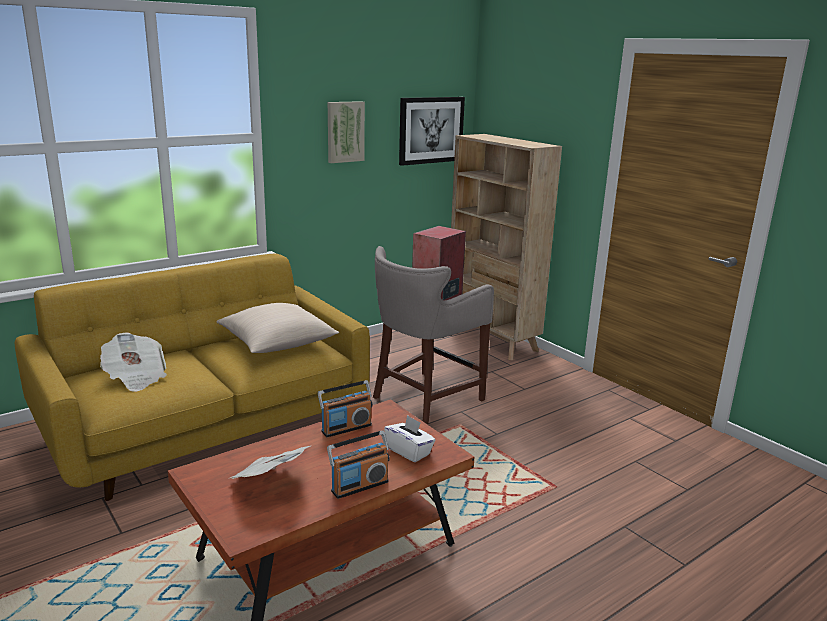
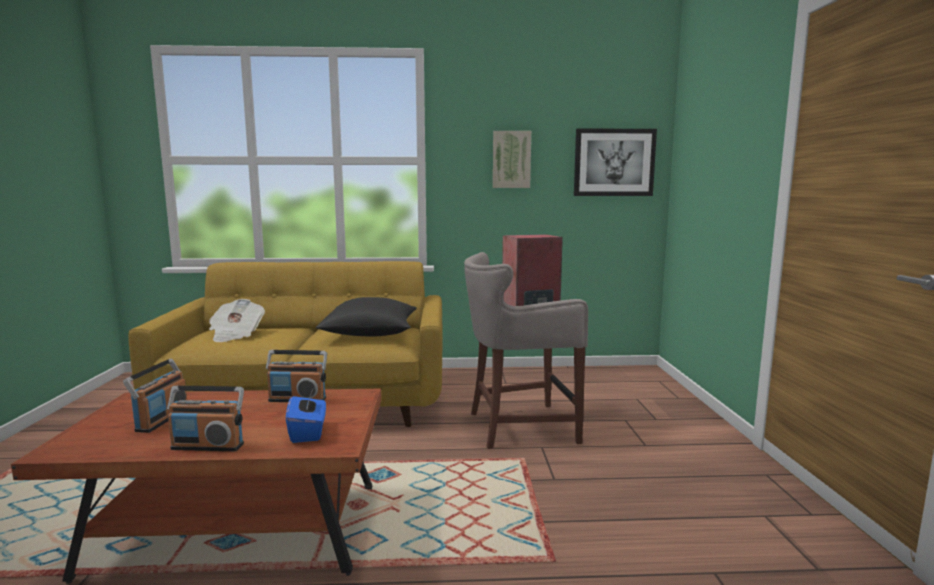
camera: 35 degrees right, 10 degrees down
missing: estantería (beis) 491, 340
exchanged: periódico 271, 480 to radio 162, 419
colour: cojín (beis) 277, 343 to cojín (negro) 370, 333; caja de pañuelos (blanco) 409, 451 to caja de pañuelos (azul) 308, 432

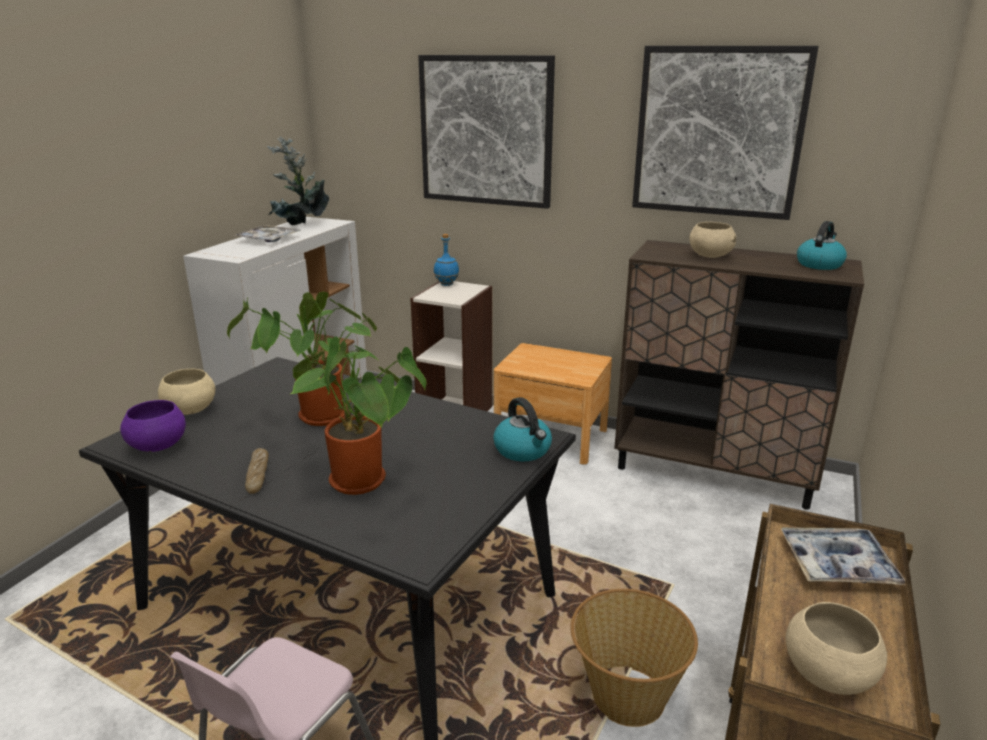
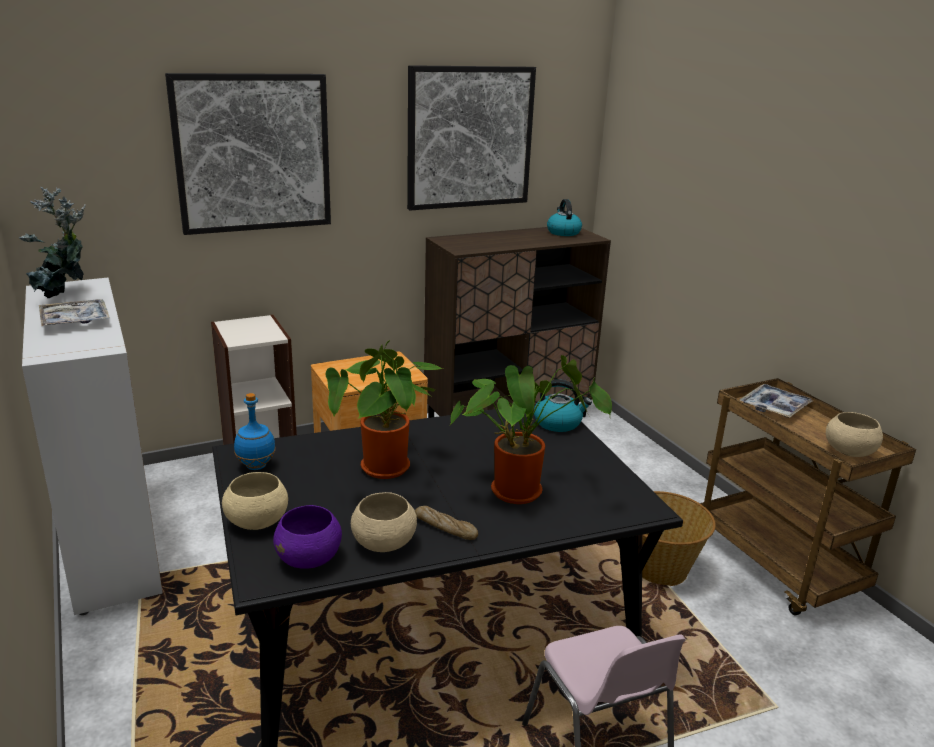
camera: 50 degrees left, 0 degrees up
relocated: botella (azul) 447, 284 to 257, 466; cuenco (beis) 710, 256 to 383, 543

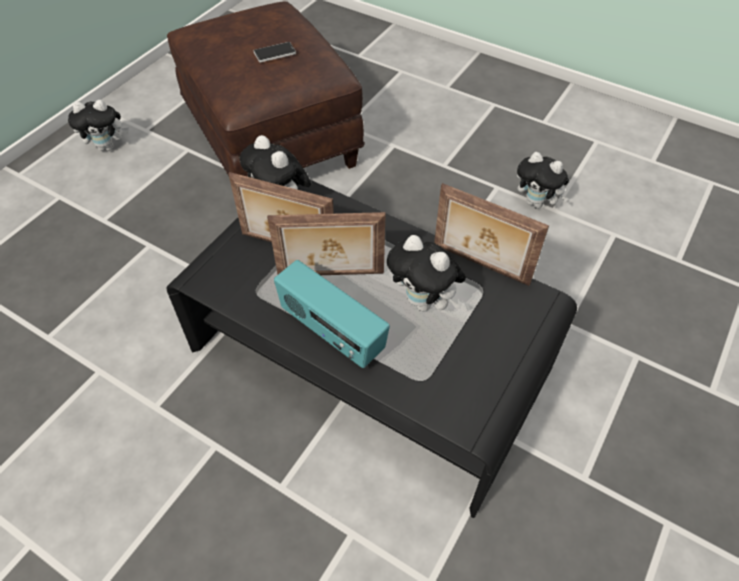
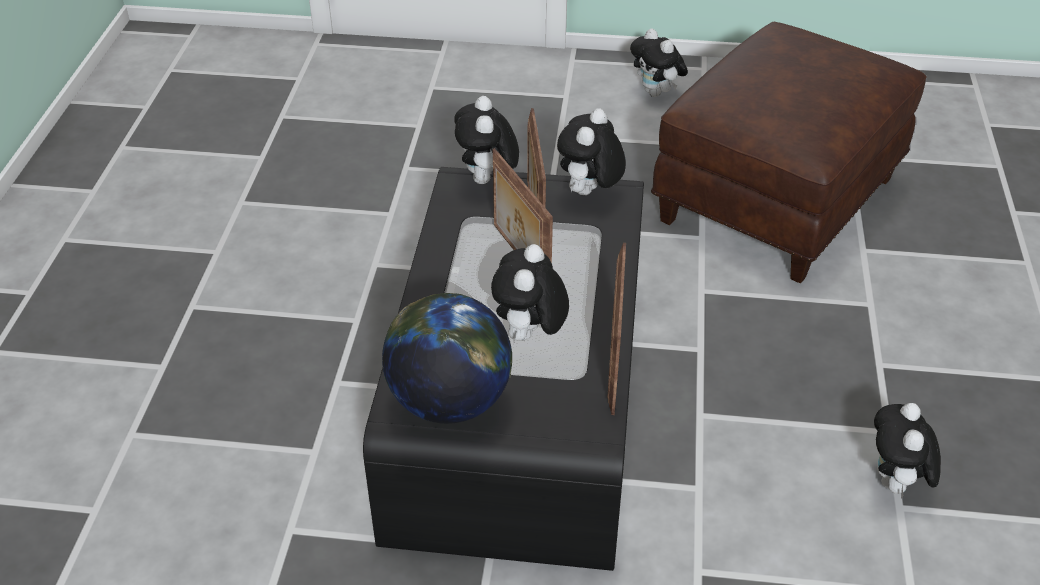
camera: 65 degrees right, 10 degrees down
missing: móvil 275, 53; radio 331, 332
appeared: globo terráqueo 450, 402; peluche 487, 180

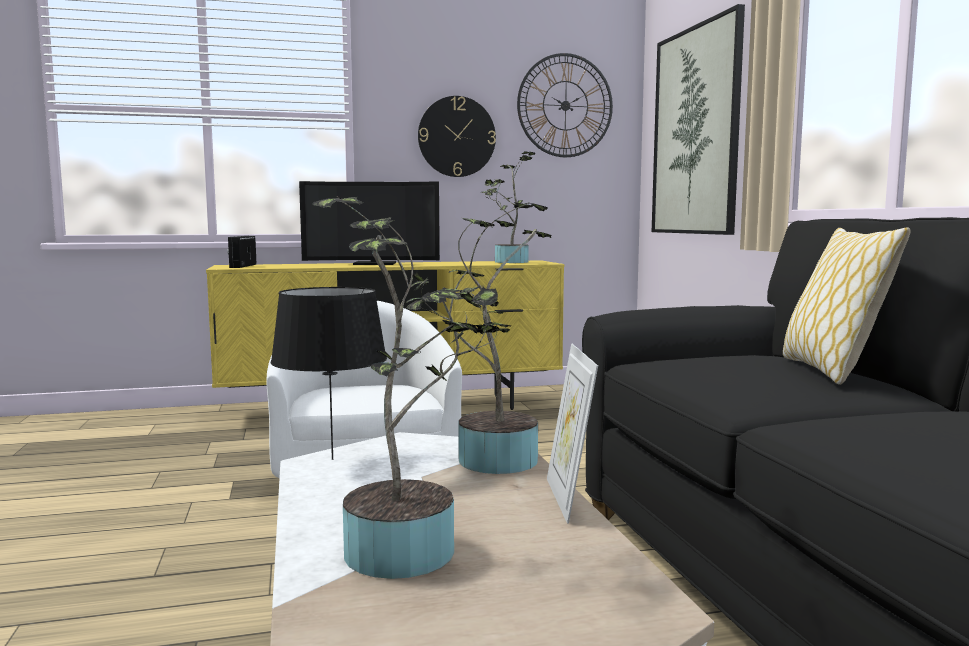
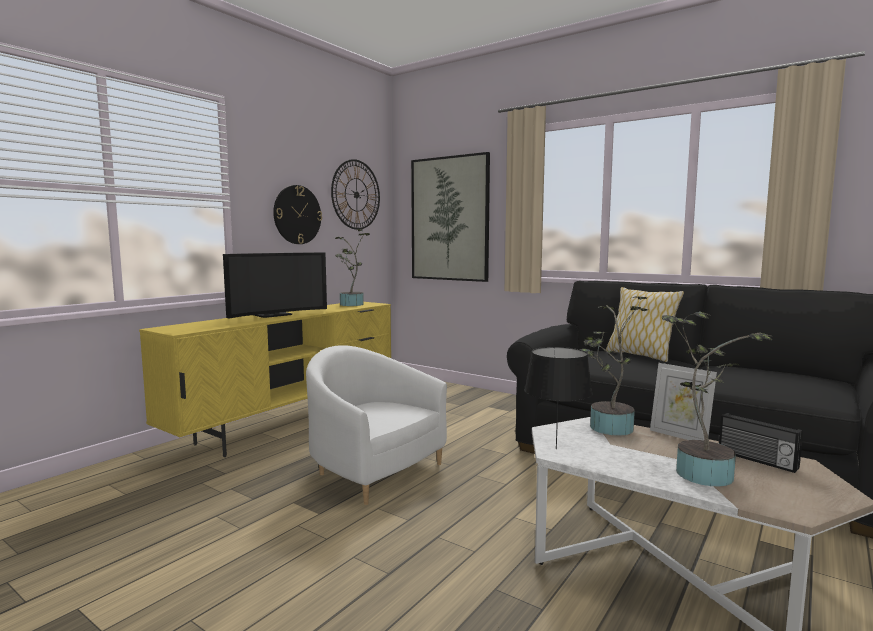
camera: 40 degrees left, 0 degrees up
relocated: radio 242, 266 to 756, 460

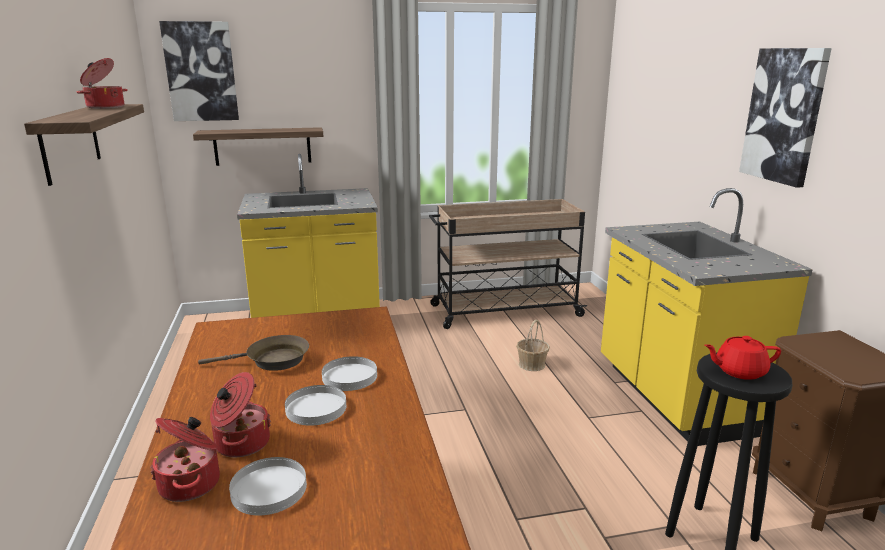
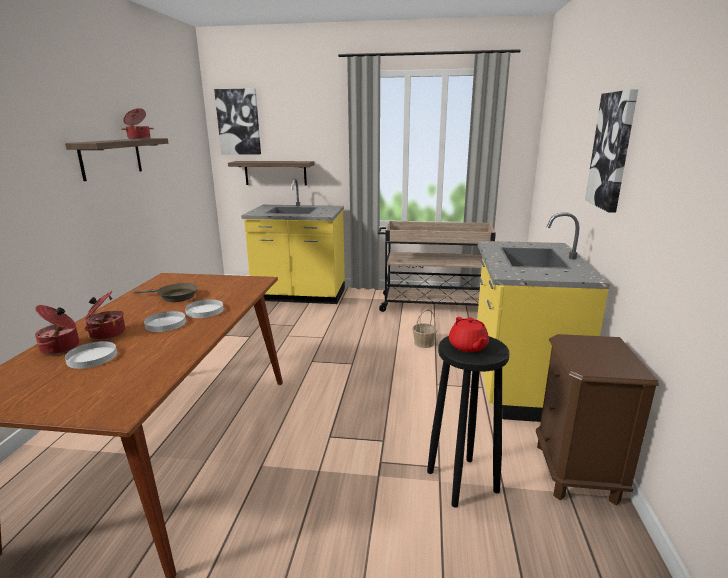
camera: 20 degrees right, 0 degrees up
spun: tetera (rojo) 739, 371 = 468, 347 120 degrees counterclockwise

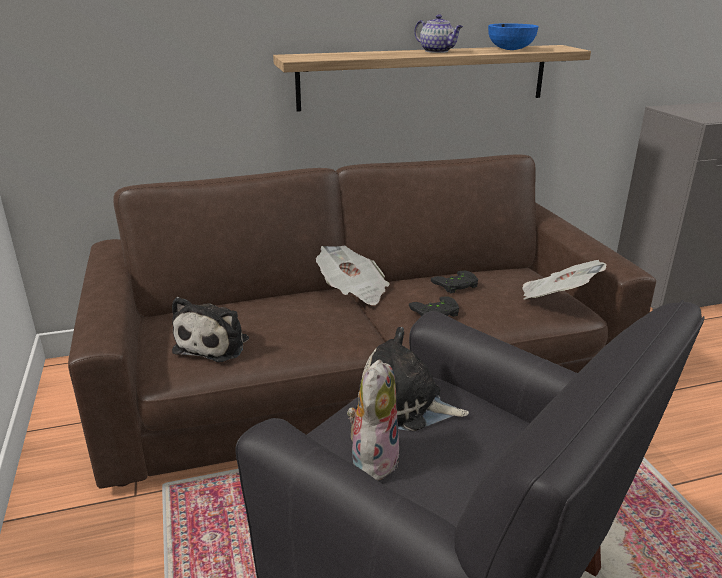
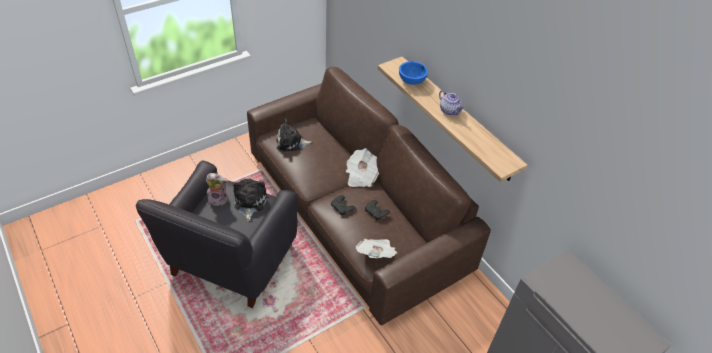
camera: 70 degrees right, 20 degrees up
relocated: cuenco (azul) 511, 49 to 412, 80
spun: tetera 437, 51 = 449, 111 60 degrees counterclockwise

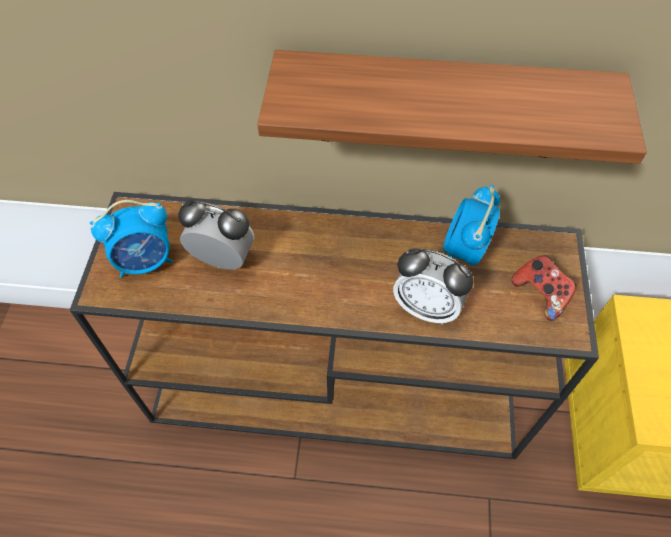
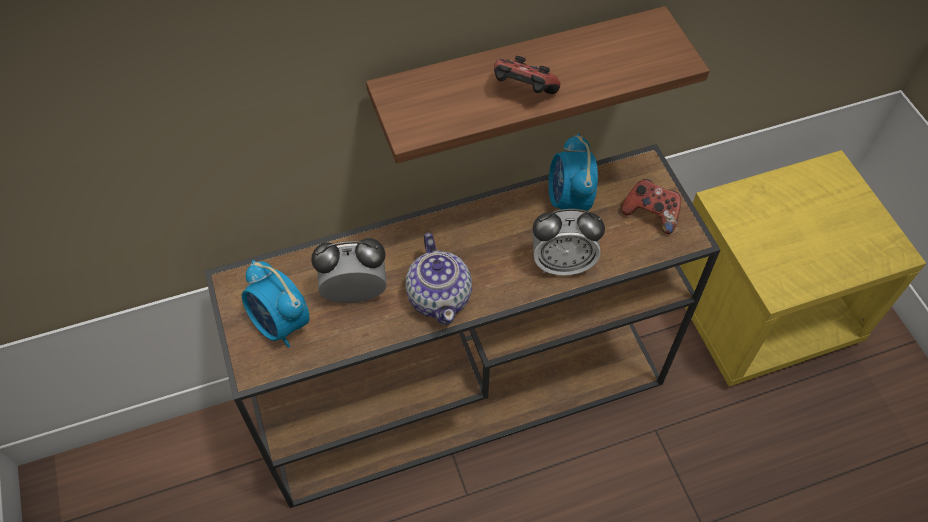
camera: 25 degrees left, 0 degrees up
appeared: tetera 440, 296; mando de consola 523, 92
spun: despertador 146, 261 = 281, 324 90 degrees clockwise

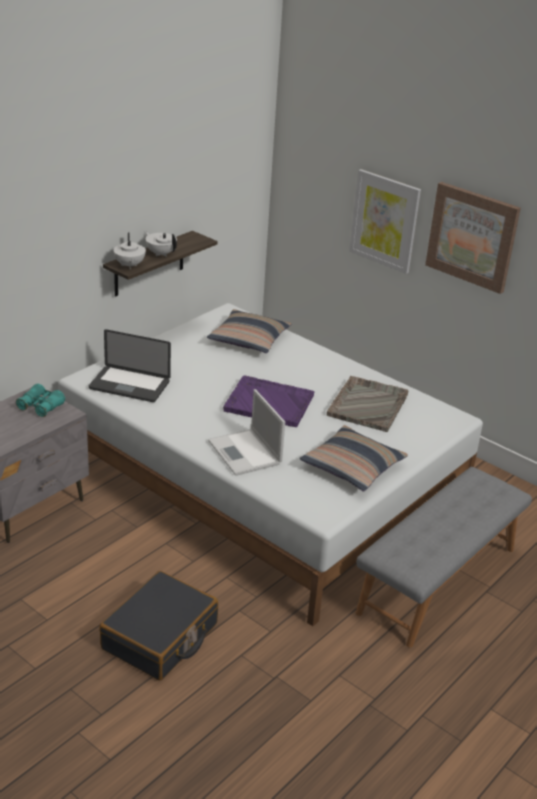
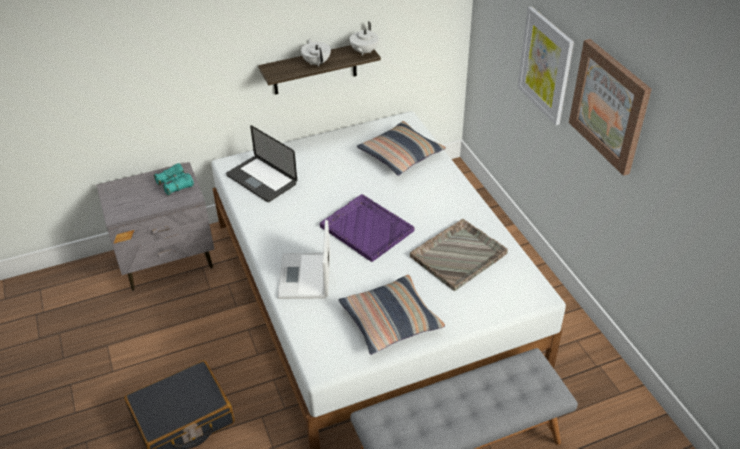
camera: 30 degrees right, 10 degrees up
relocated: tetera (blanco) 129, 265 to 363, 52

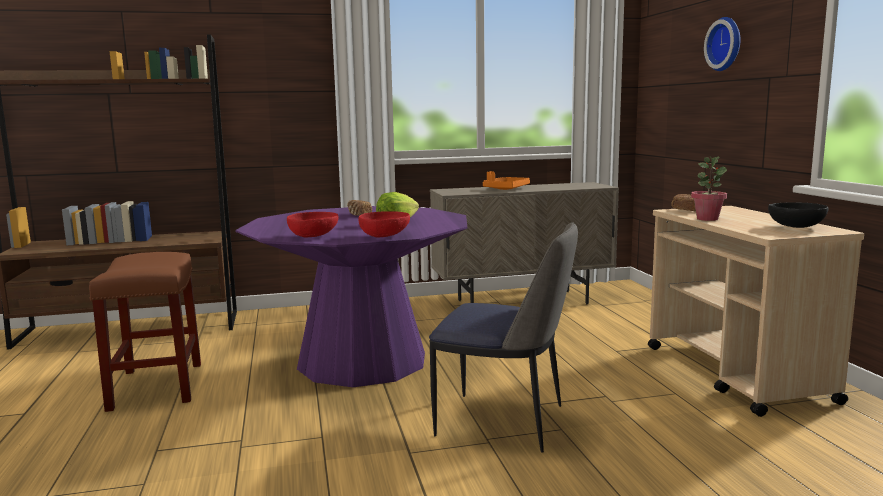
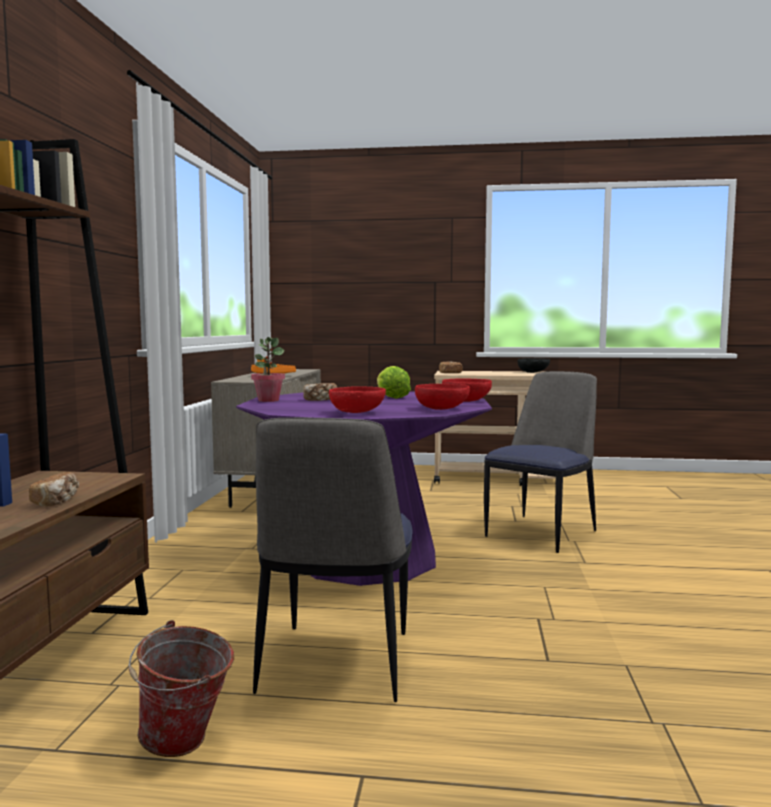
camera: 70 degrees left, 5 degrees down
missing: reloj de pared 726, 44
appeared: pan 57, 501; cubo 185, 746; cuenco (rojo) 357, 413
relocated: planta en maceta 707, 219 to 268, 400
exchanged: taburete (marrón) 156, 385 to silla 335, 664

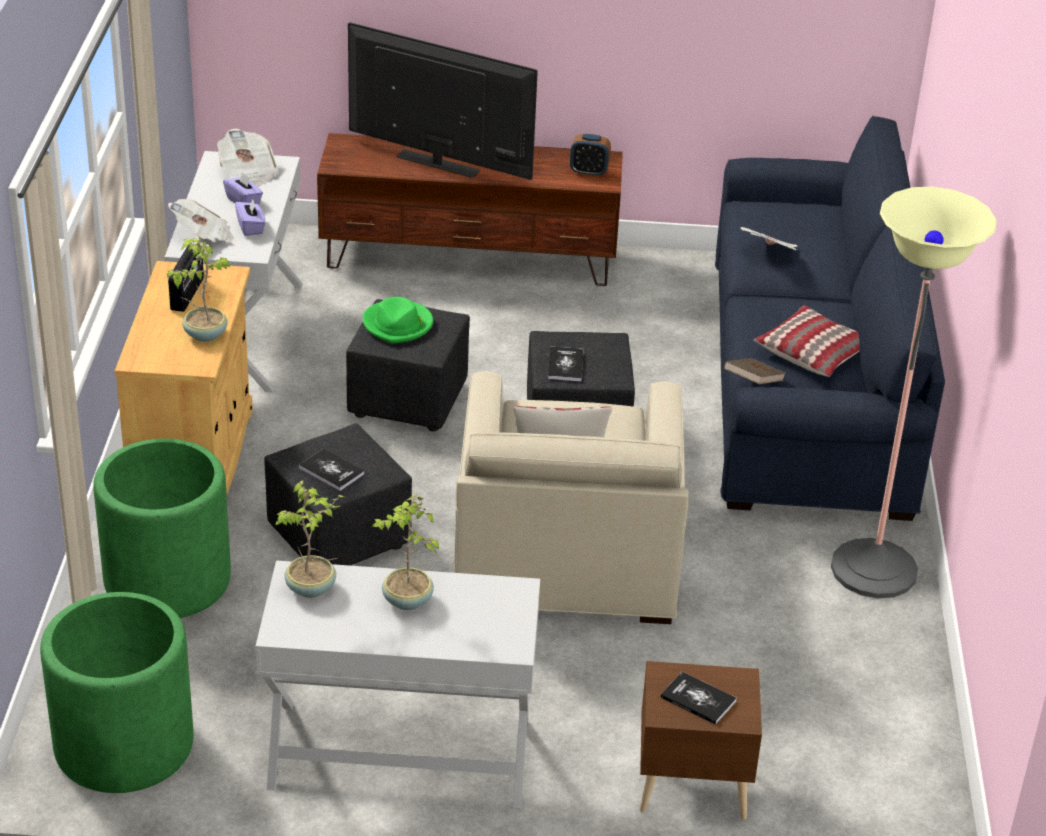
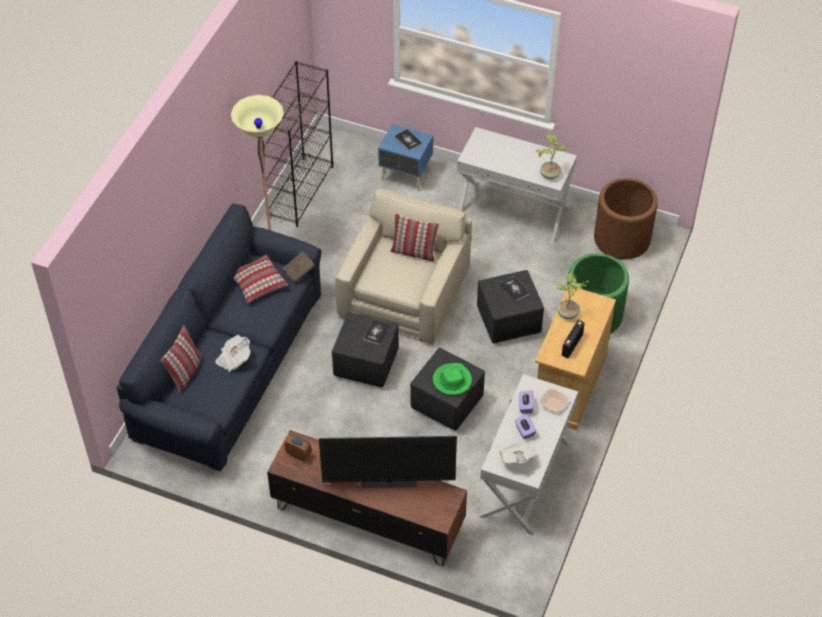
camera: 160 degrees left, 15 degrees up
missing: planta en maceta 407, 601
appeared: cojín 185, 372; estantería (negro) 300, 191
exchanged: periódico 204, 236 to cuenco 553, 403
colour: maceta (verde) 123, 745 to maceta (marrón) 622, 239; mesita de noche (marrón) 690, 785 to mesita de noche (azul) 406, 176
spun: televisor 438, 164 = 388, 483 45 degrees counterclockwise

